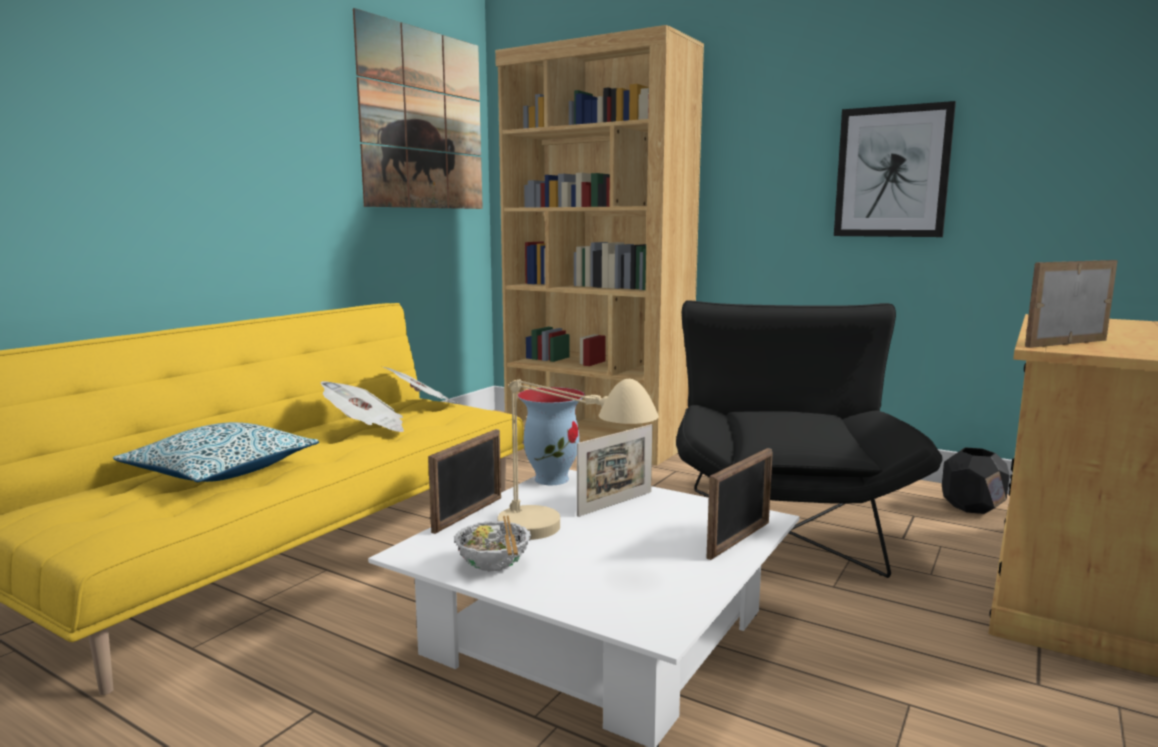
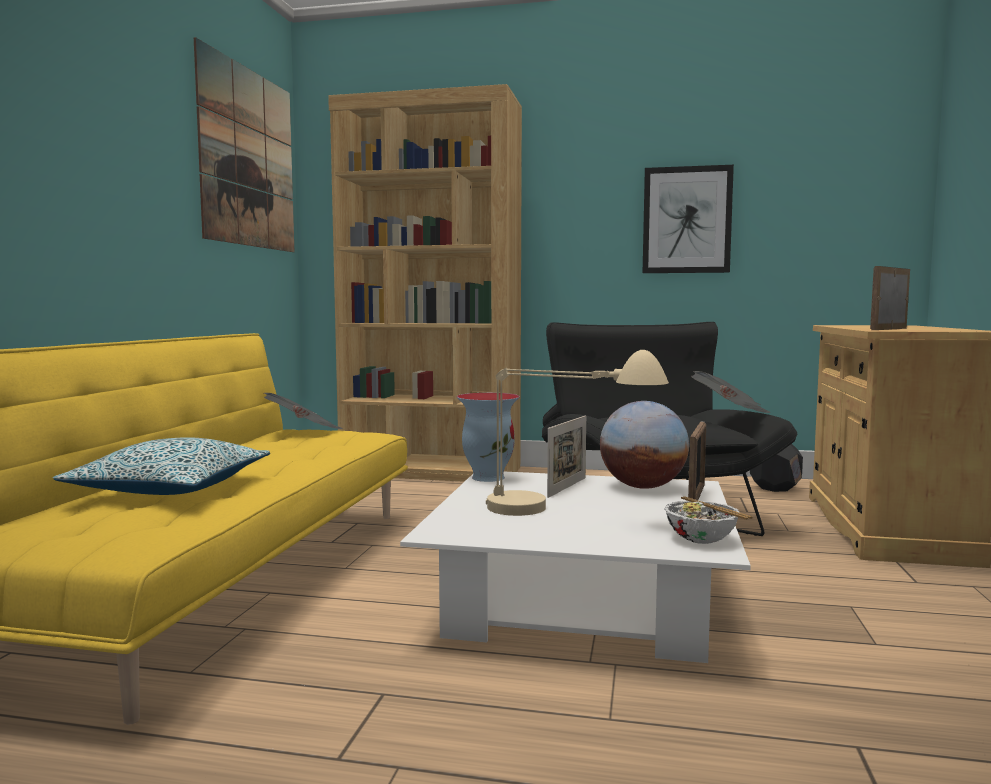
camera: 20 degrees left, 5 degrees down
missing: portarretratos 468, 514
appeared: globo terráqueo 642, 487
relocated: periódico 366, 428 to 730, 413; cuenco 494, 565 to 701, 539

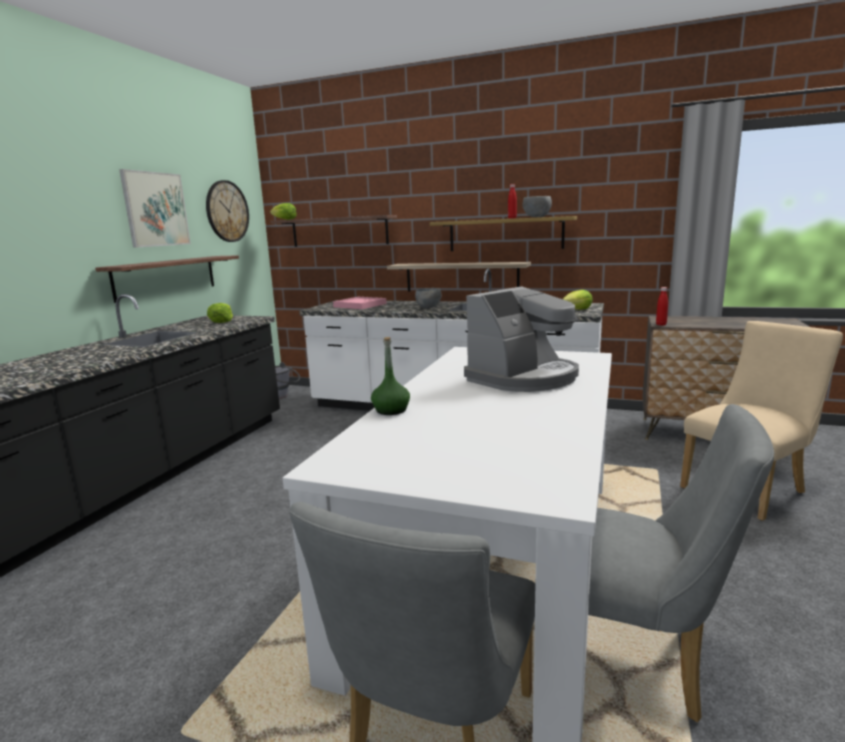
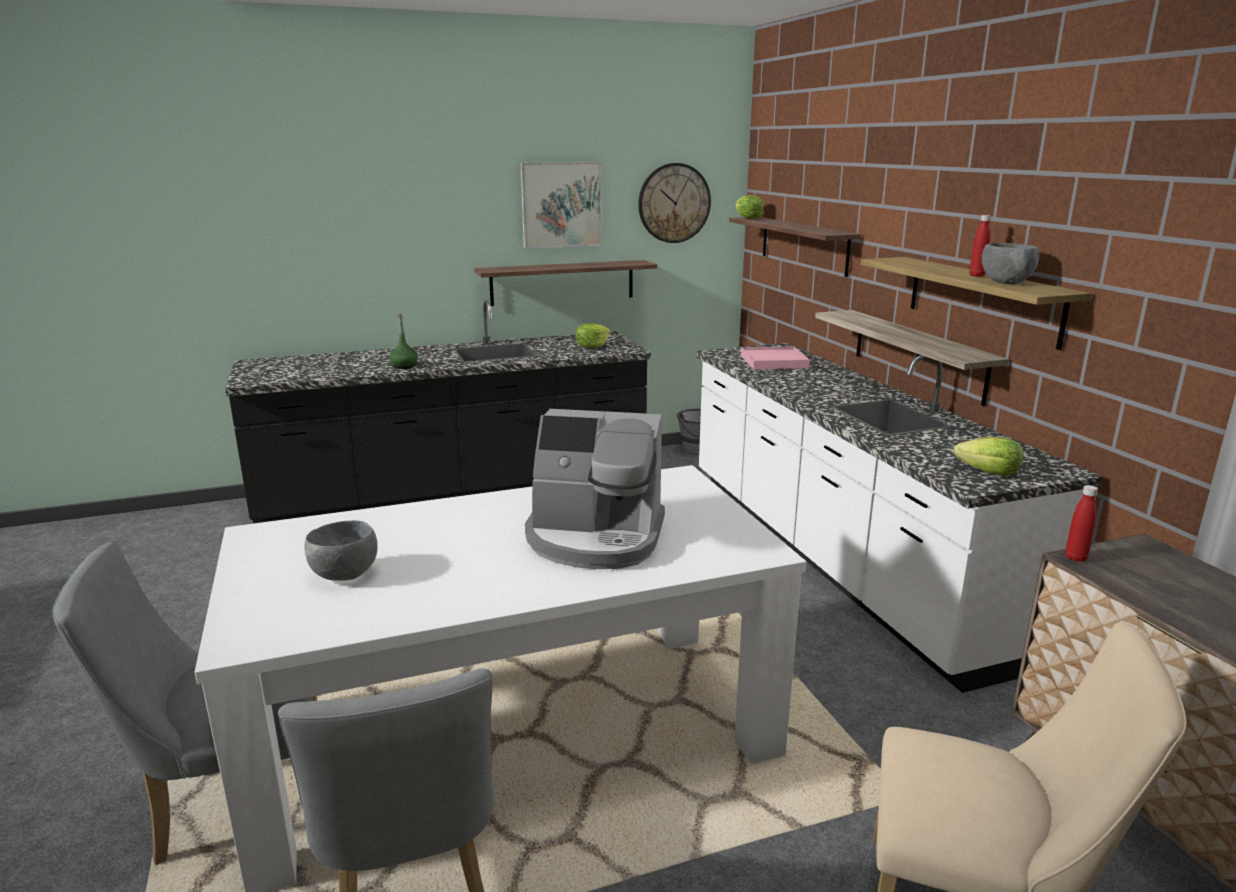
camera: 50 degrees right, 5 degrees up
relocated: botella (verde) 391, 410 to 404, 366; cuenco (gris) 428, 308 to 346, 575

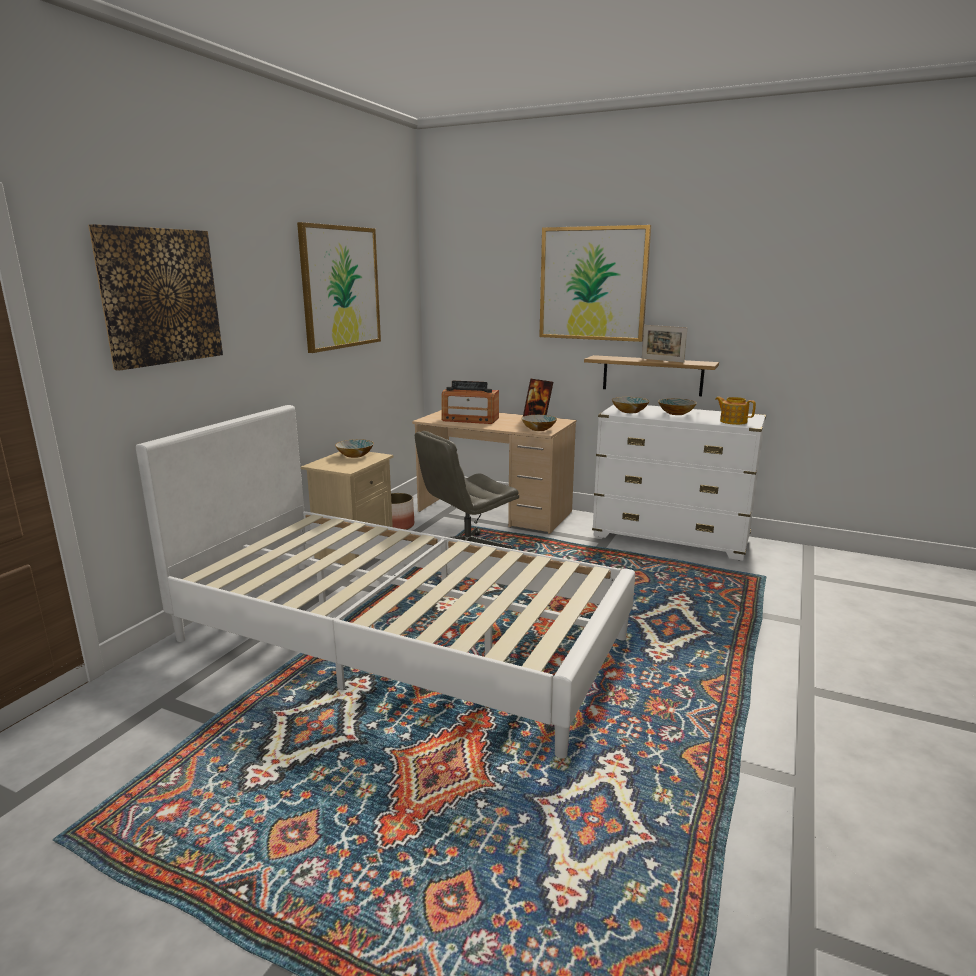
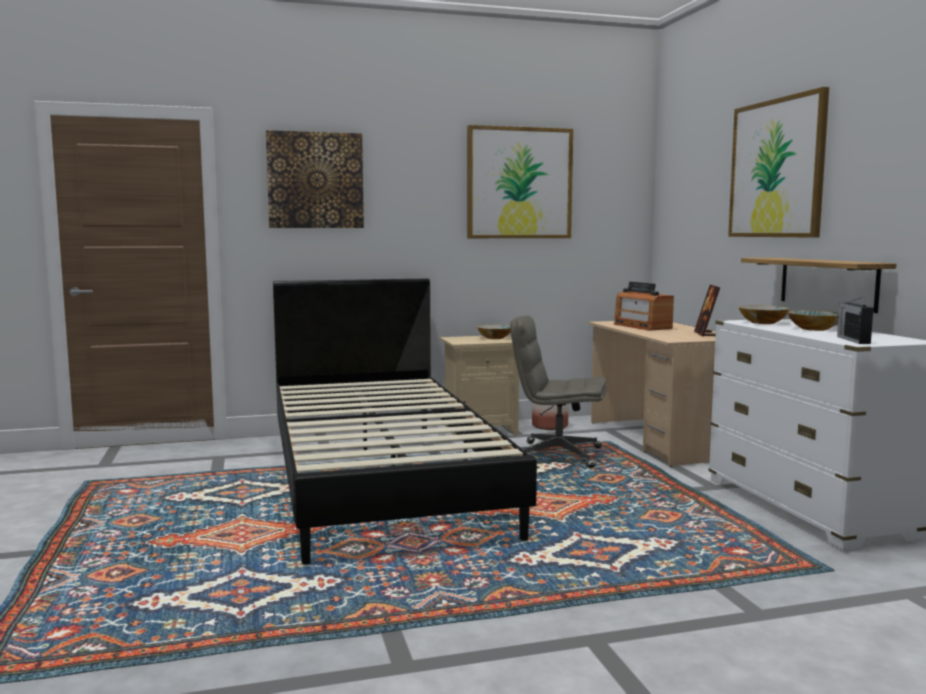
camera: 50 degrees right, 10 degrees down
missing: cuenco 539, 429; portarretratos 662, 360
exchanged: tetera 733, 421 to radio 853, 340
colour: cama (blanco) 399, 639 to cama (negro) 380, 478

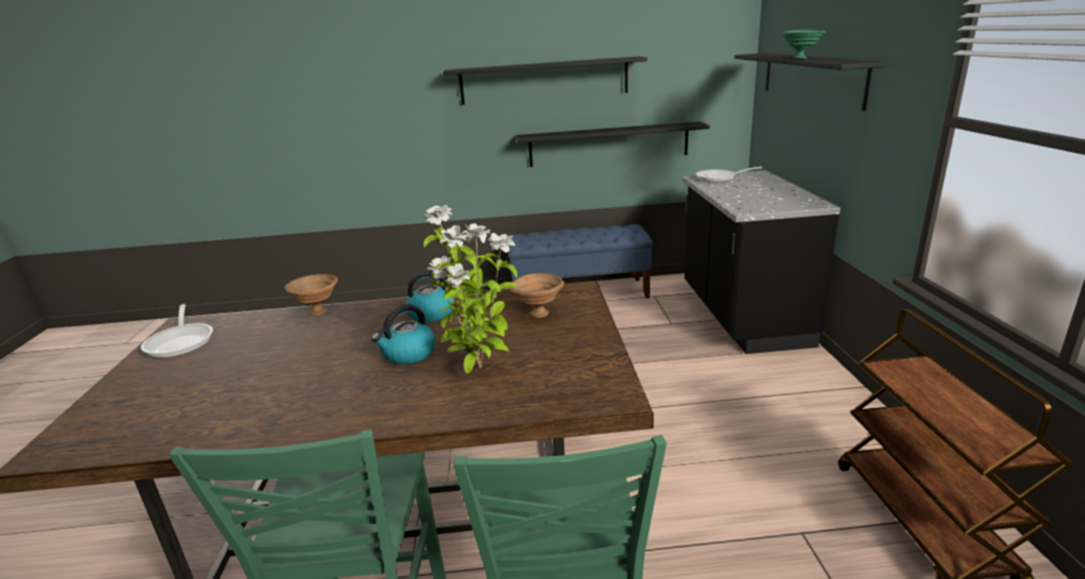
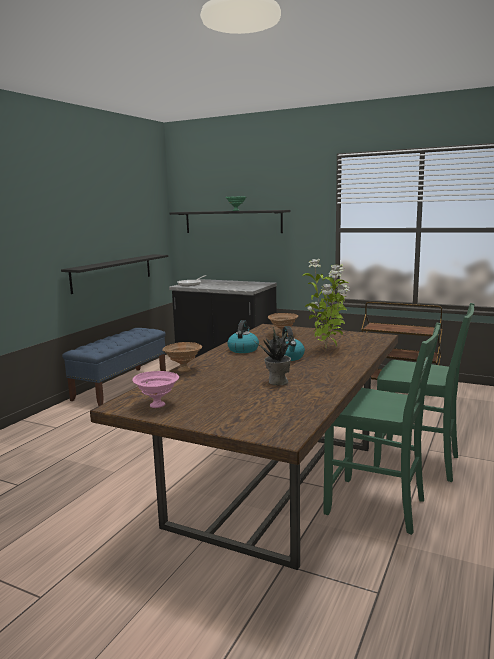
camera: 60 degrees left, 10 degrees down
missing: estante (negro) 544, 80
appeared: planta en maceta 277, 382
exchanged: sartén 181, 341 to cuenco (rosa) 157, 405

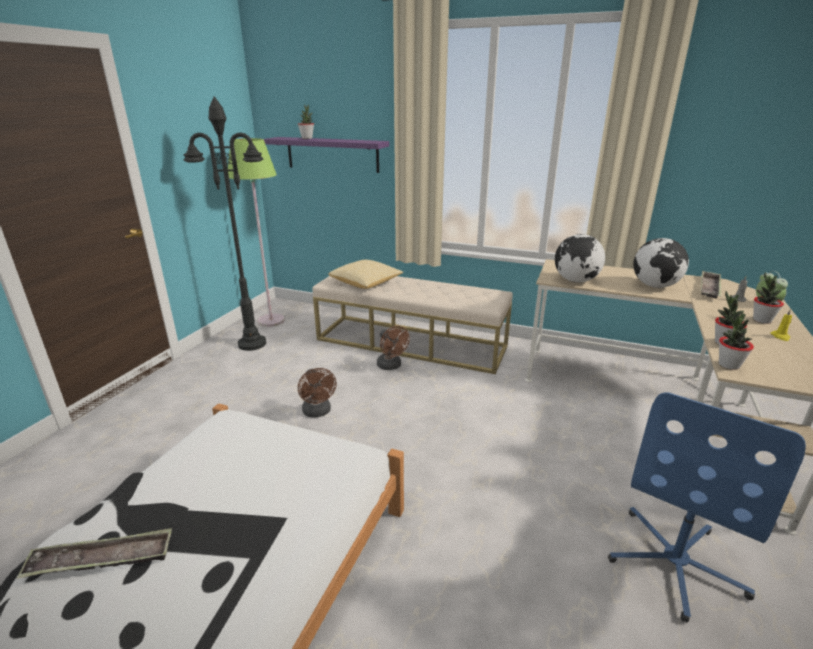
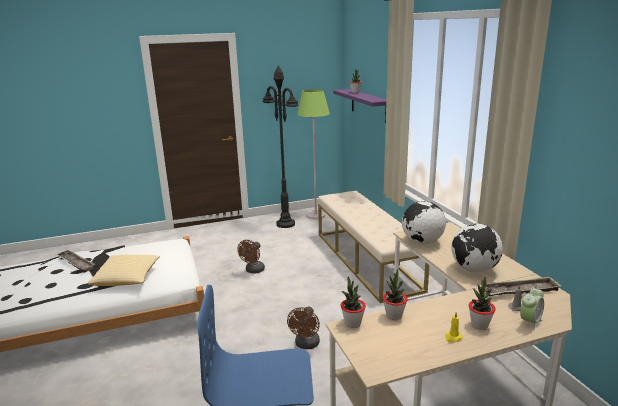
camera: 50 degrees right, 5 degrees down
relocated: cojín 366, 283 to 127, 279; ventilador (marrón) 391, 366 to 306, 345

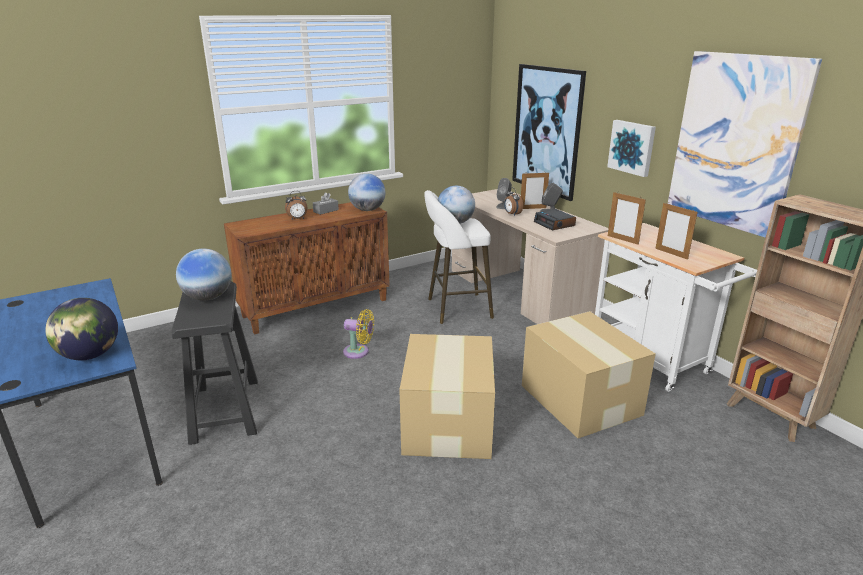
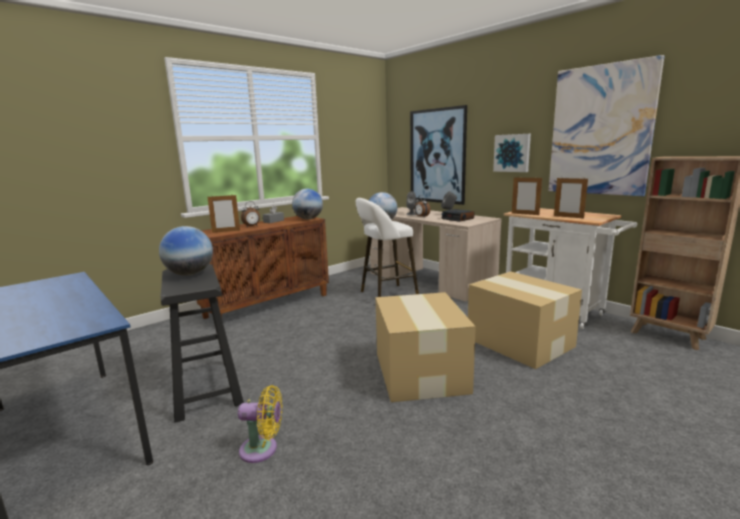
camera: 10 degrees left, 10 degrees down
missing: globo terráqueo 89, 355
relocated: ventilador (amarillo) 359, 352 to 262, 449; portarretratos 533, 208 to 226, 231

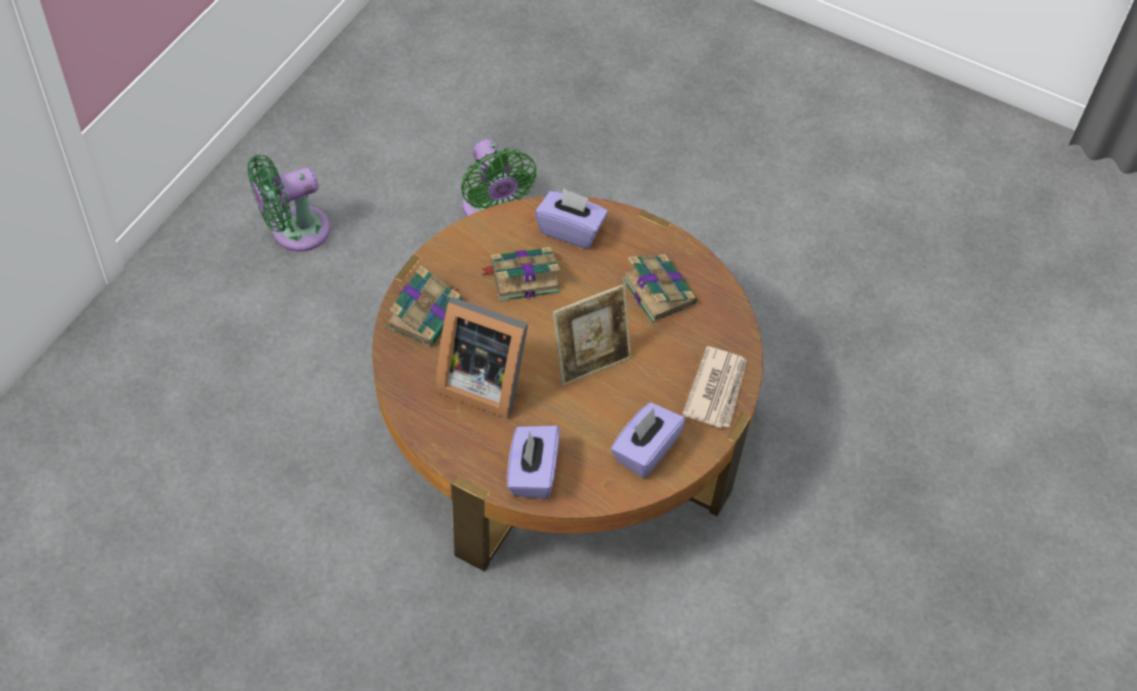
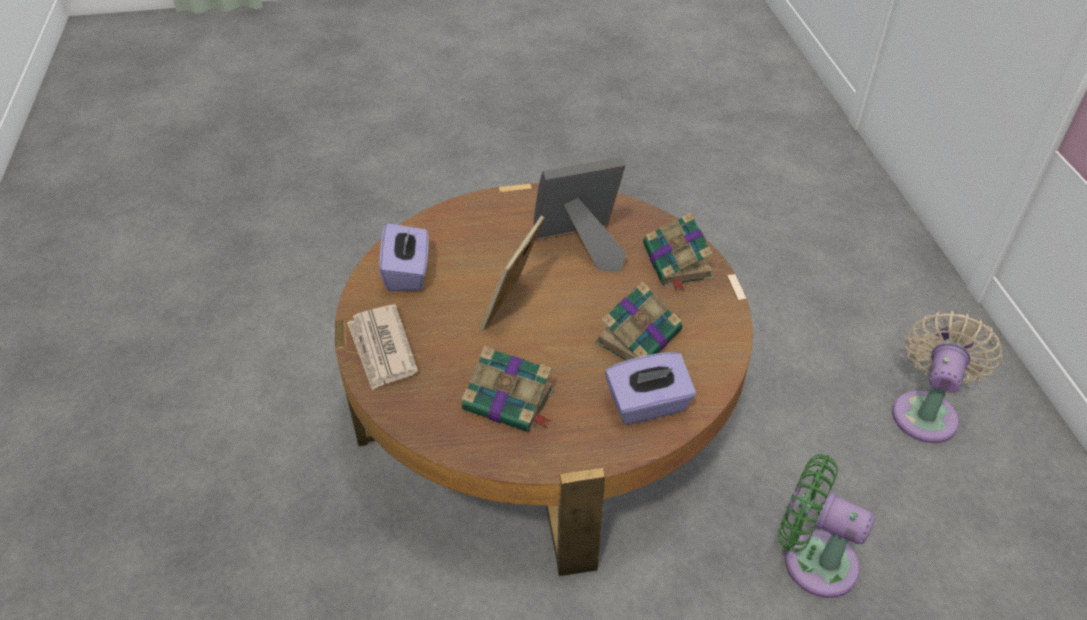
camera: 145 degrees right, 10 degrees down
missing: caja de pañuelos (morado) 532, 473
colour: ventilador (verde) 294, 231 to ventilador (beis) 926, 411

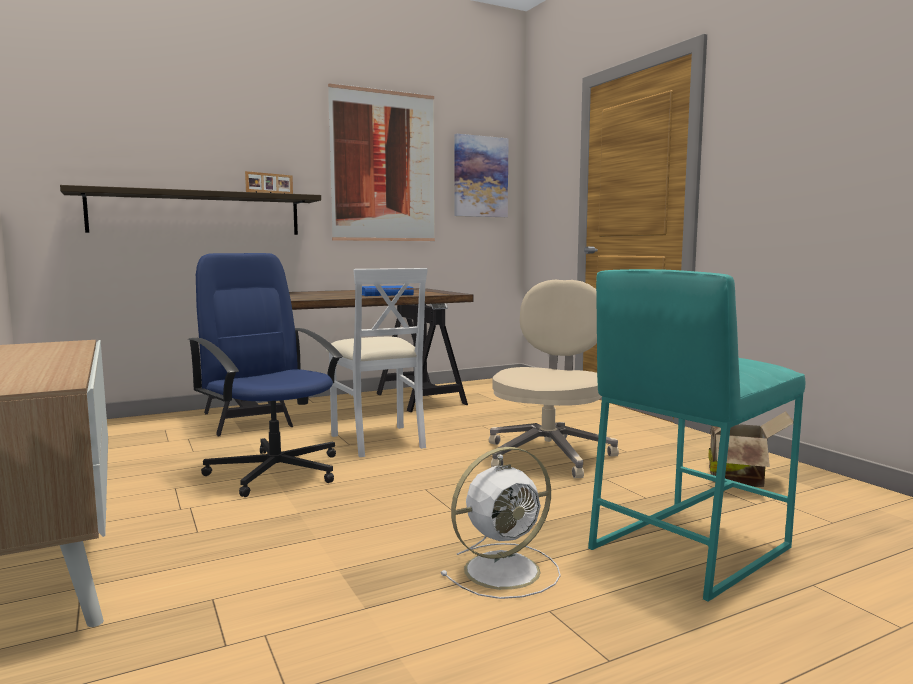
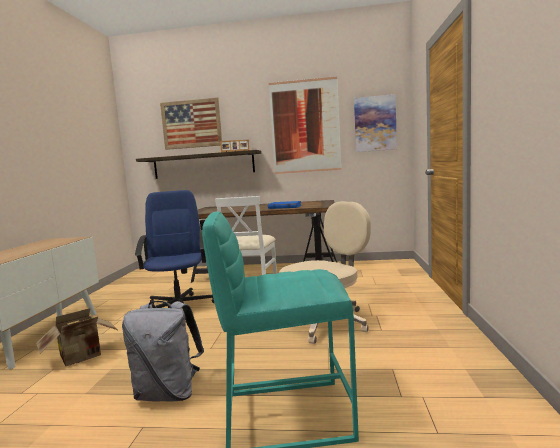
camera: 35 degrees right, 0 degrees up
appeared: cuadro 191, 124
relocated: caja de cartón 740, 478 to 82, 357
exchanged: ventilador (blanco) 505, 570 to mochila (gris) 168, 393

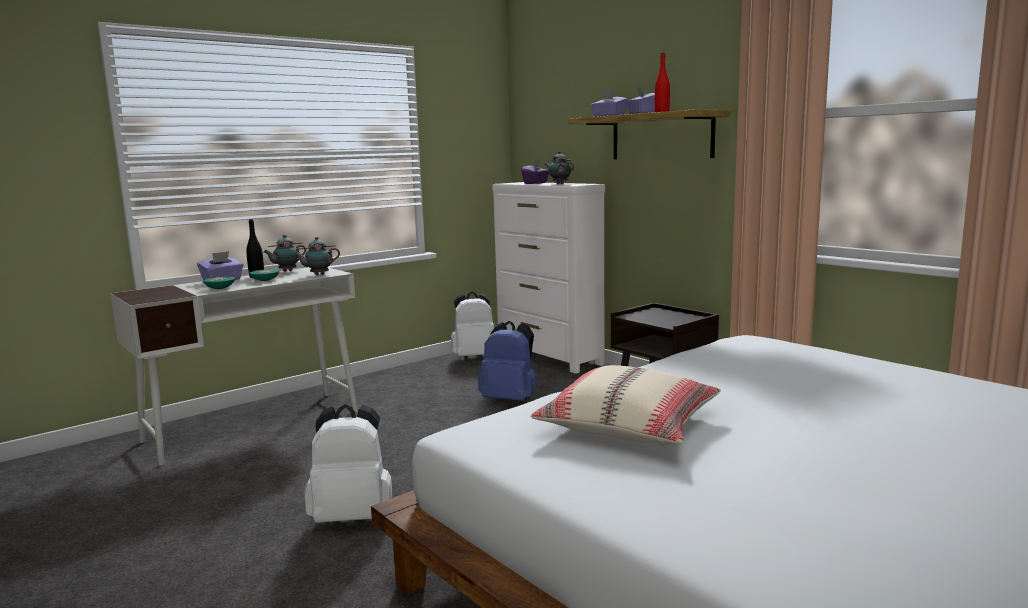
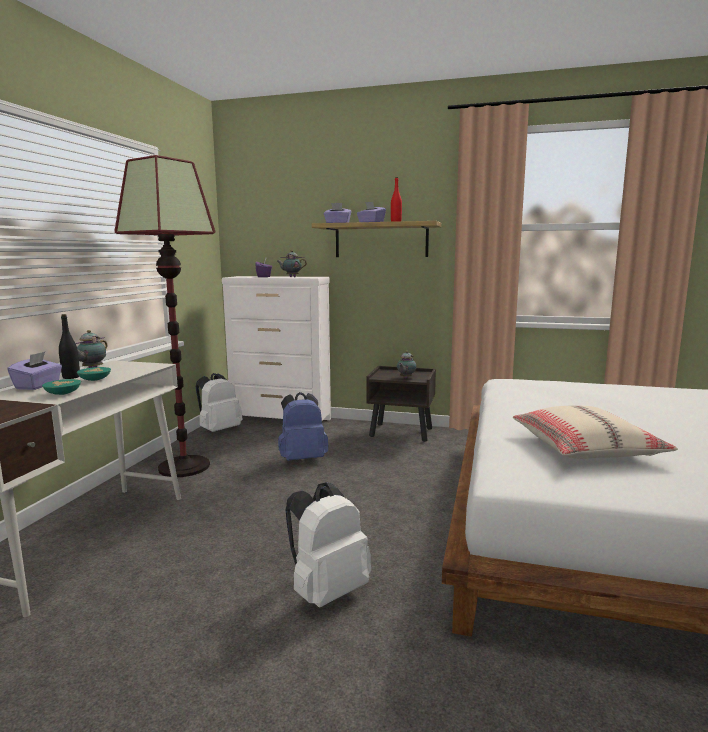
camera: 35 degrees left, 0 degrees up
appeared: lámpara de pie 185, 467
relocated: tetera 318, 275 to 405, 378

